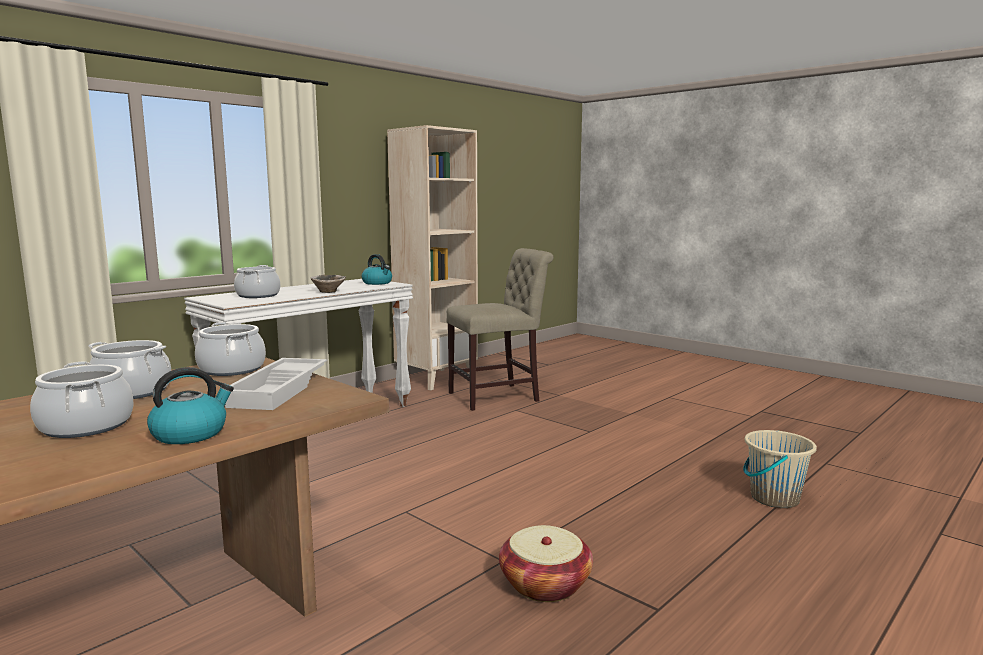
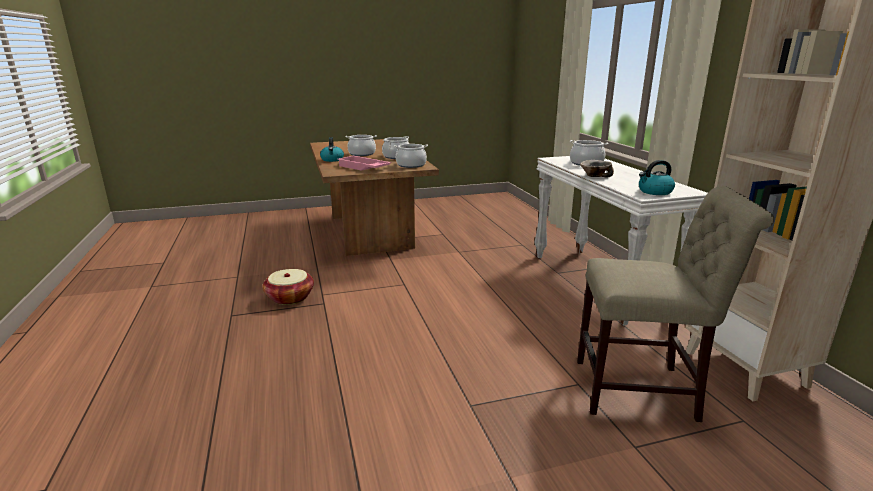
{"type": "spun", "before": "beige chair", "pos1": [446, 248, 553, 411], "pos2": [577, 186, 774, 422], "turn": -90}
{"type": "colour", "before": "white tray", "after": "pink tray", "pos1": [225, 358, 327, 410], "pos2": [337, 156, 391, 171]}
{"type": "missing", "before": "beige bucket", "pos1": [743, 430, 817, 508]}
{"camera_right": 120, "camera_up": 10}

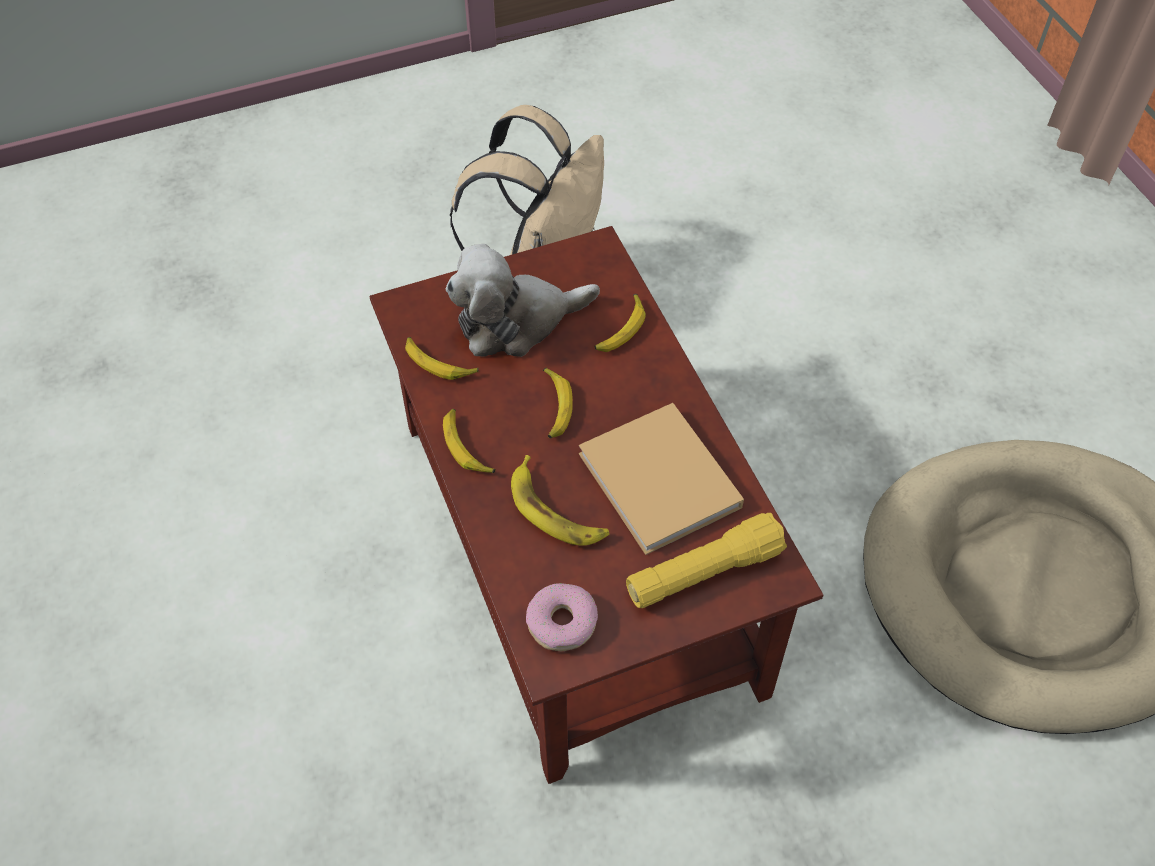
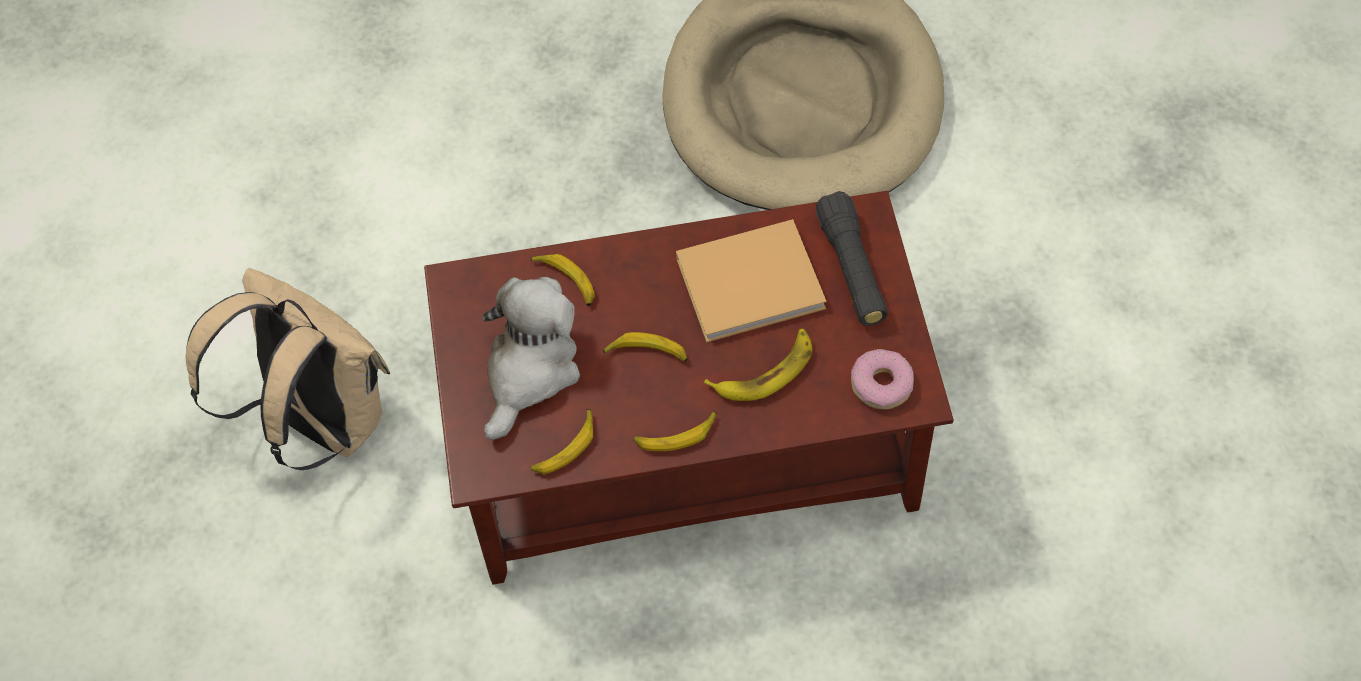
{"type": "spun", "before": "plush toy", "pos1": [446, 244, 600, 357], "pos2": [482, 277, 580, 440], "turn": -150}
{"type": "colour", "before": "yellow flashlight", "after": "black flashlight", "pos1": [626, 513, 787, 608], "pos2": [816, 191, 888, 326]}
{"camera_right": -75, "camera_up": 5}

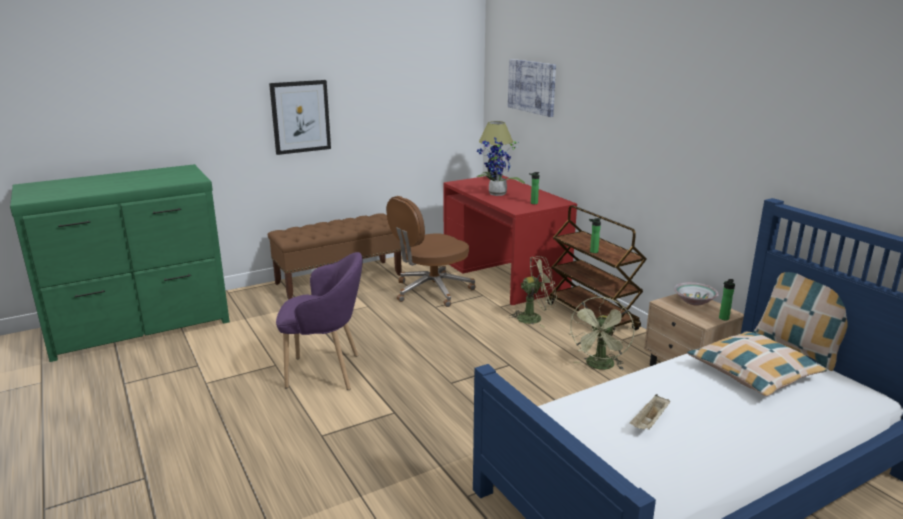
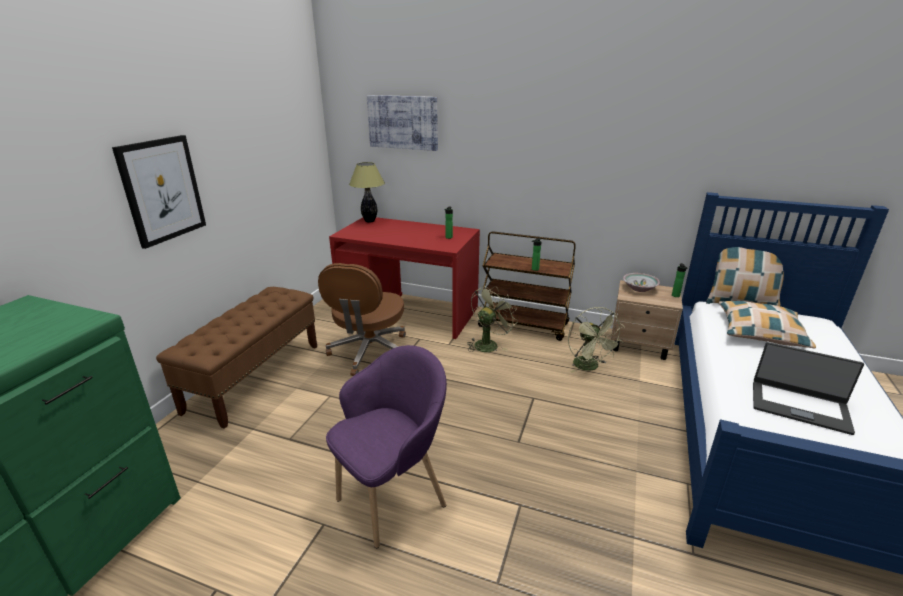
{"type": "missing", "before": "potted plant", "pos1": [476, 138, 525, 196]}
{"type": "exchanged", "before": "beige tray", "after": "laptop", "pos1": [630, 394, 671, 430], "pos2": [753, 342, 864, 435]}
{"camera_right": -40, "camera_up": 5}

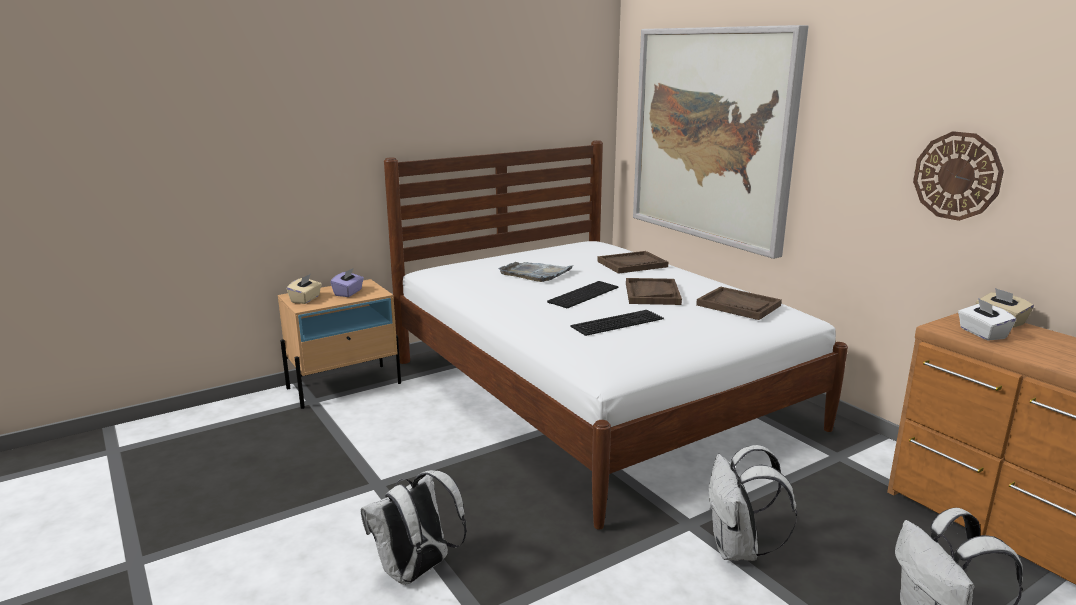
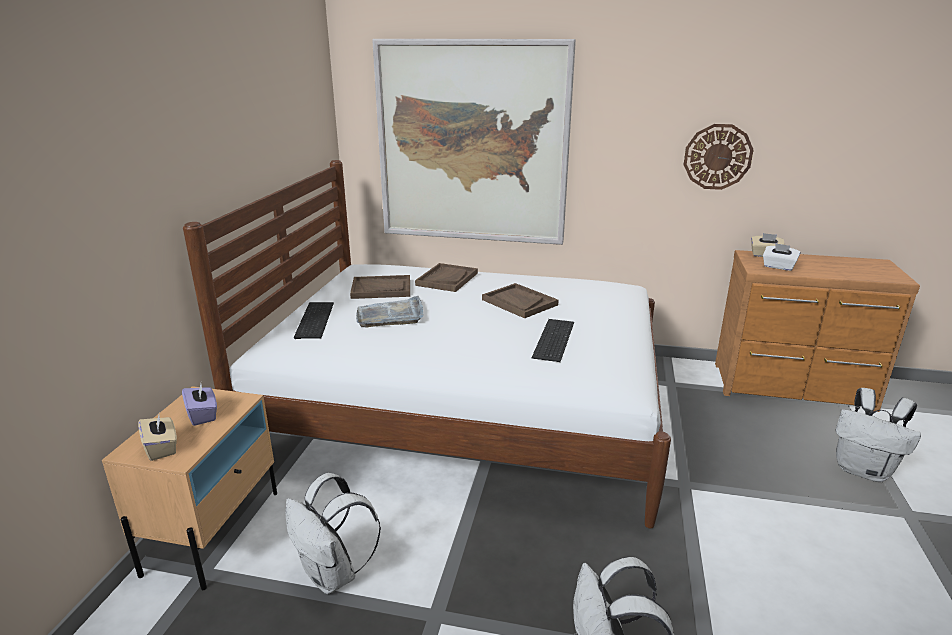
{"type": "relocated", "before": "keyboard", "pos1": [547, 281, 618, 308], "pos2": [294, 302, 334, 339]}
{"type": "relocated", "before": "brown tray", "pos1": [696, 287, 782, 320], "pos2": [350, 275, 410, 299]}
{"type": "relocated", "before": "white backpack", "pos1": [708, 445, 797, 561], "pos2": [286, 473, 381, 594]}
{"camera_right": -45, "camera_up": 5}

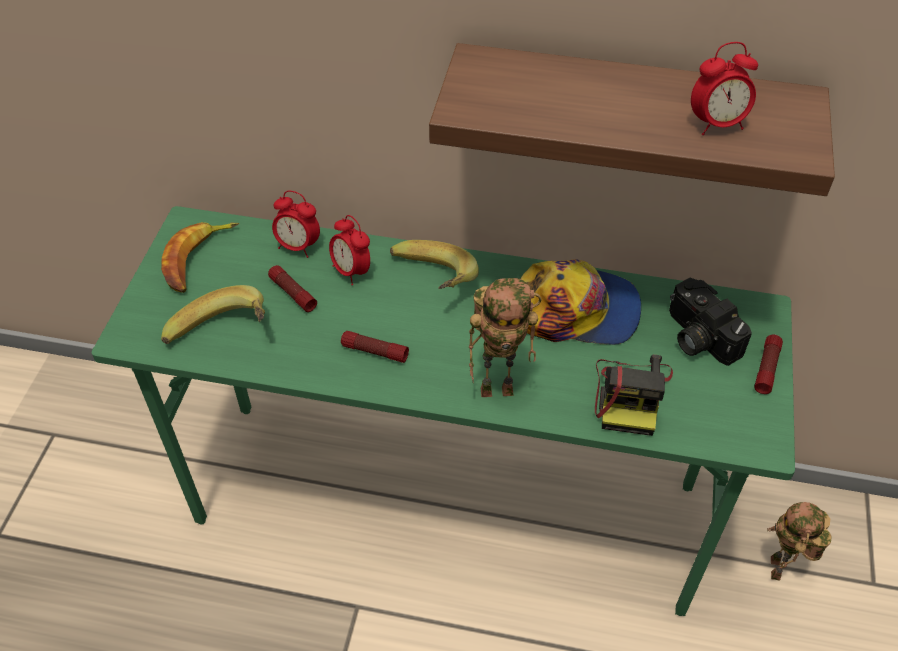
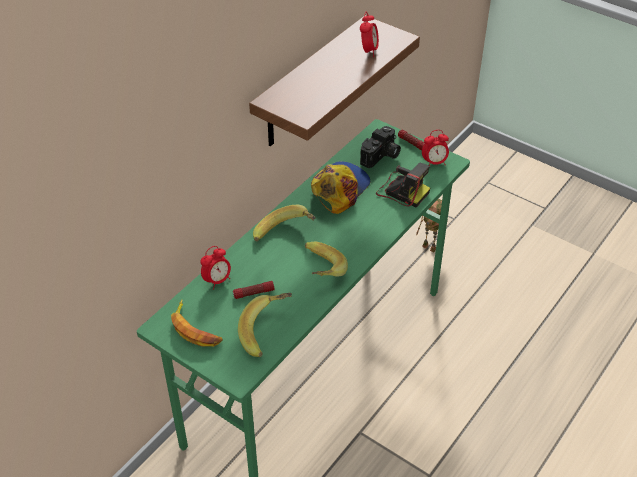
{"type": "relocated", "before": "alarm clock", "pos1": [329, 215, 370, 285], "pos2": [422, 130, 449, 165]}
{"type": "missing", "before": "toy robot", "pos1": [469, 278, 542, 397]}
{"type": "spun", "before": "photo camera", "pos1": [669, 278, 752, 366], "pos2": [360, 126, 401, 168], "turn": -45}
{"type": "exchanged", "before": "flashlight", "after": "banana", "pos1": [341, 331, 409, 363], "pos2": [305, 242, 348, 277]}
{"camera_right": -65, "camera_up": -5}

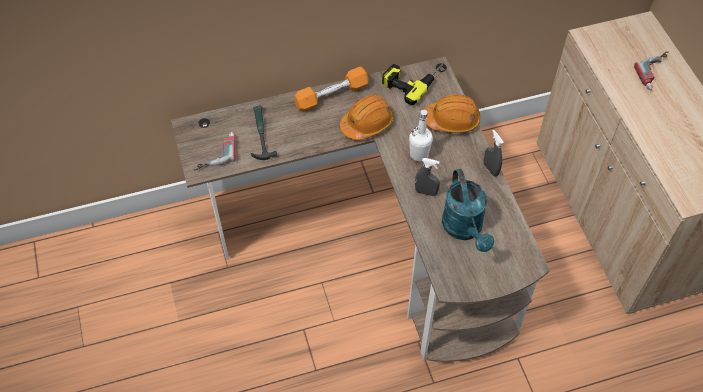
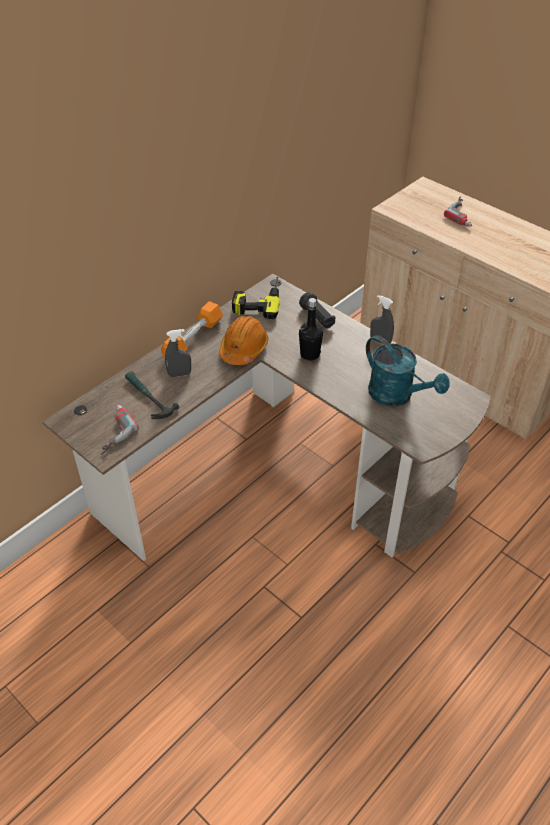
{"type": "exchanged", "before": "orange hard hat", "after": "black flashlight", "pos1": [425, 94, 481, 133], "pos2": [299, 292, 335, 328]}
{"type": "colour", "before": "white bottle", "after": "black bottle", "pos1": [409, 110, 433, 161], "pos2": [299, 298, 323, 360]}
{"type": "relocated", "before": "grey spray bottle", "pos1": [415, 158, 440, 196], "pos2": [165, 329, 191, 377]}
{"camera_right": -30, "camera_up": -10}

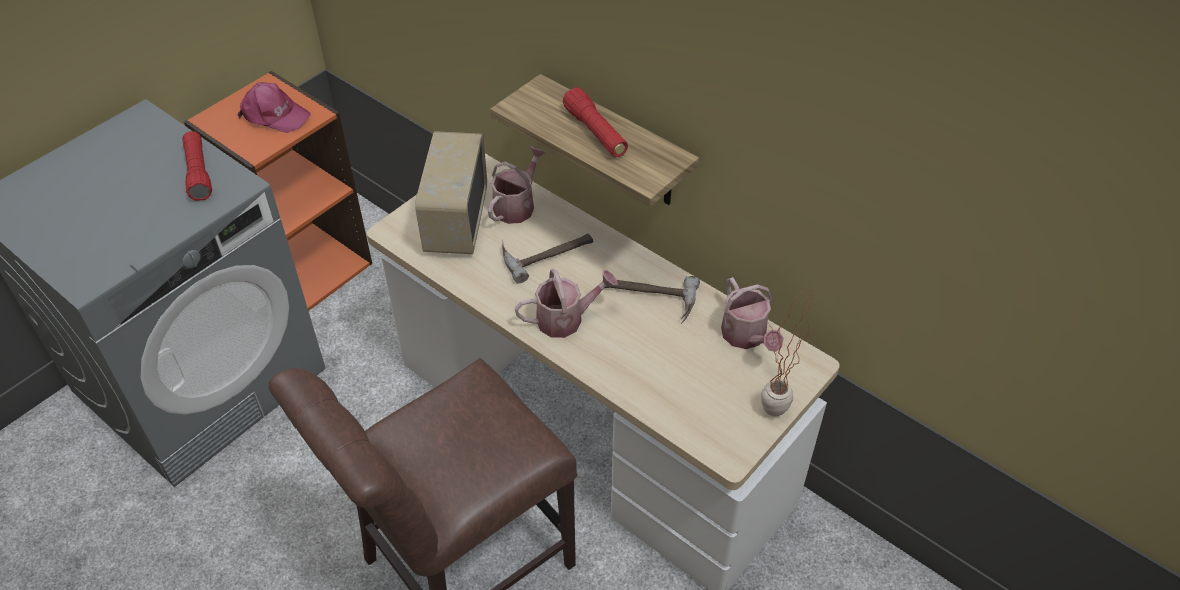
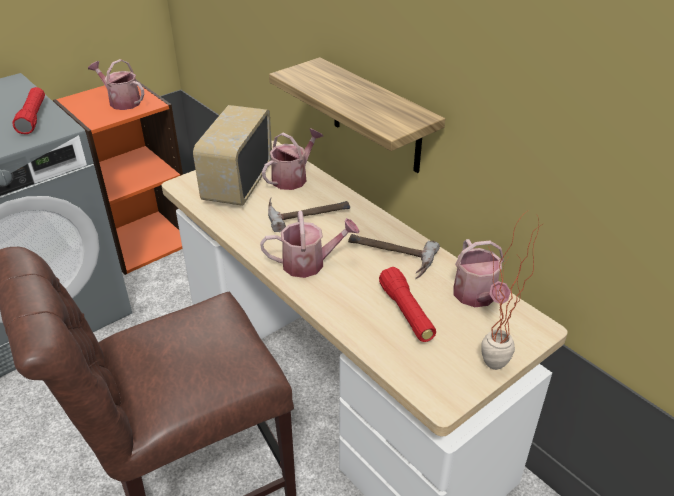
{"type": "exchanged", "before": "pink cap", "after": "watering can", "pos1": [237, 82, 311, 133], "pos2": [88, 59, 145, 110]}
{"type": "relocated", "before": "red flashlight", "pos1": [563, 87, 628, 157], "pos2": [379, 267, 436, 342]}
{"camera_right": 10, "camera_up": -10}

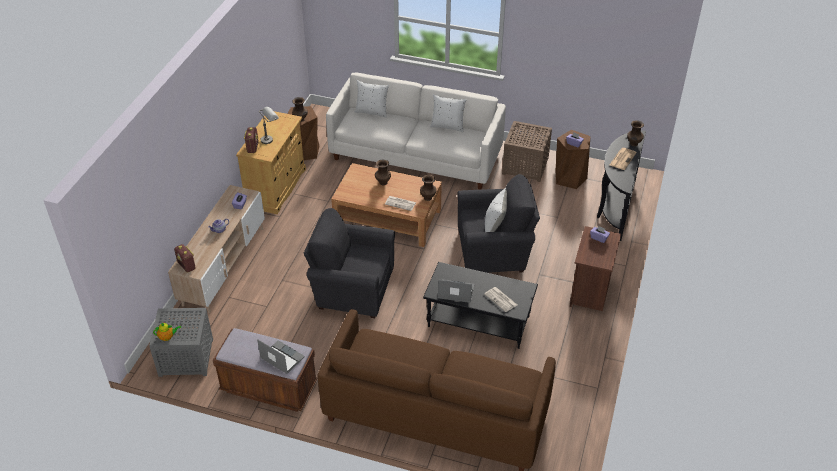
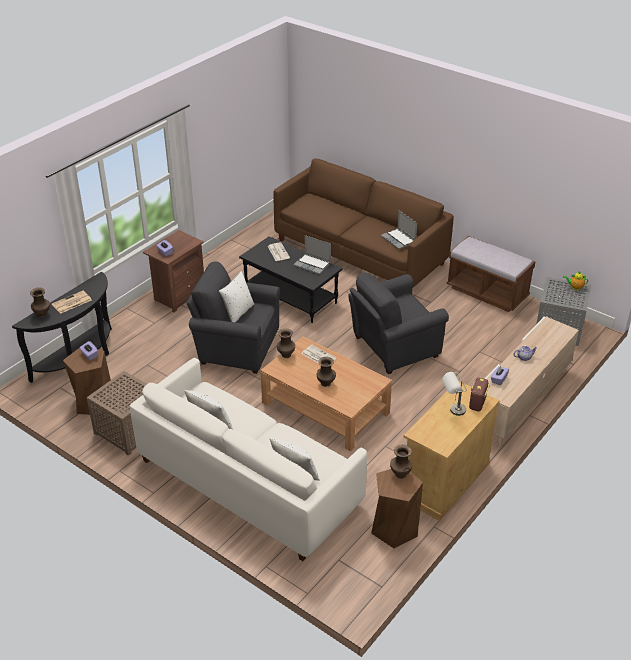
{"type": "spun", "before": "grey armchair", "pos1": [304, 208, 395, 318], "pos2": [348, 272, 449, 374], "turn": 120}
{"type": "missing", "before": "radio", "pos1": [174, 244, 196, 272]}
{"type": "relocated", "before": "laptop", "pos1": [257, 339, 305, 374], "pos2": [381, 210, 417, 249]}
{"camera_right": -160, "camera_up": -5}

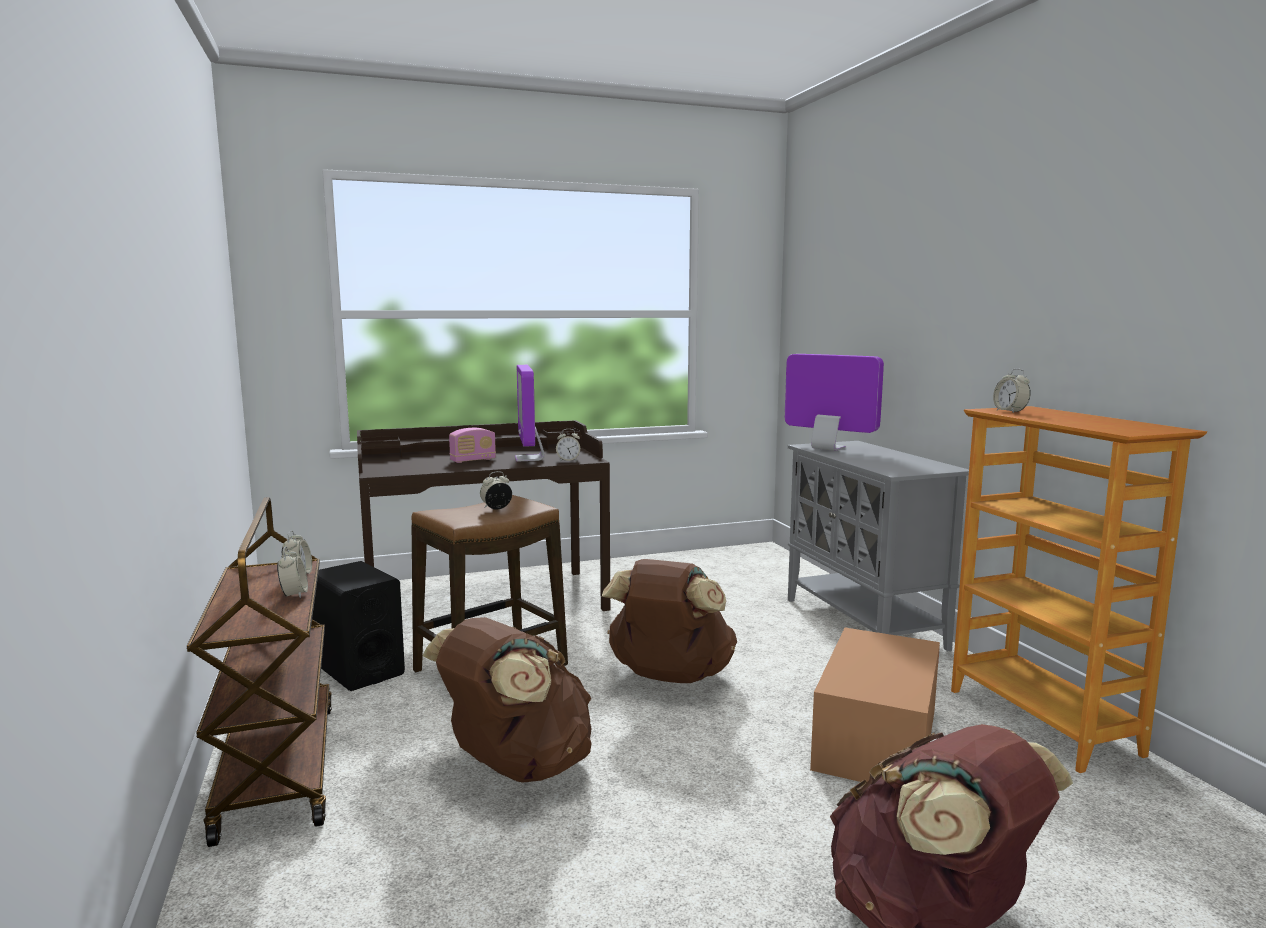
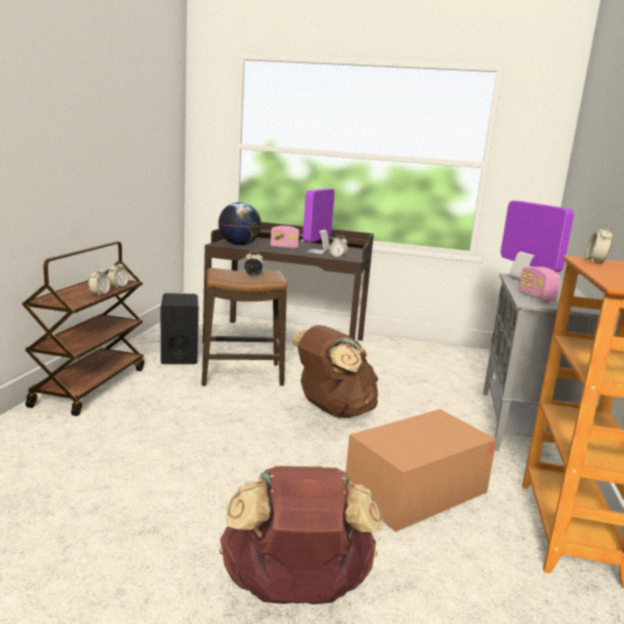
{"type": "missing", "before": "brown backpack", "pos1": [422, 617, 592, 783]}
{"type": "appeared", "after": "globe", "pos2": [218, 202, 261, 245]}
{"type": "appeared", "after": "radio", "pos2": [519, 267, 561, 302]}
{"camera_right": 30, "camera_up": 5}

